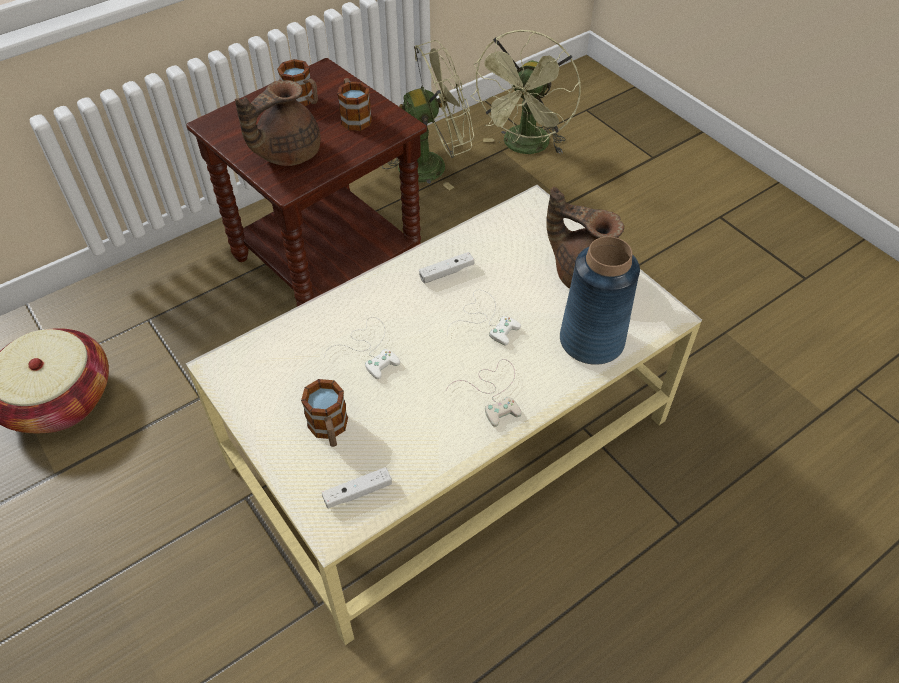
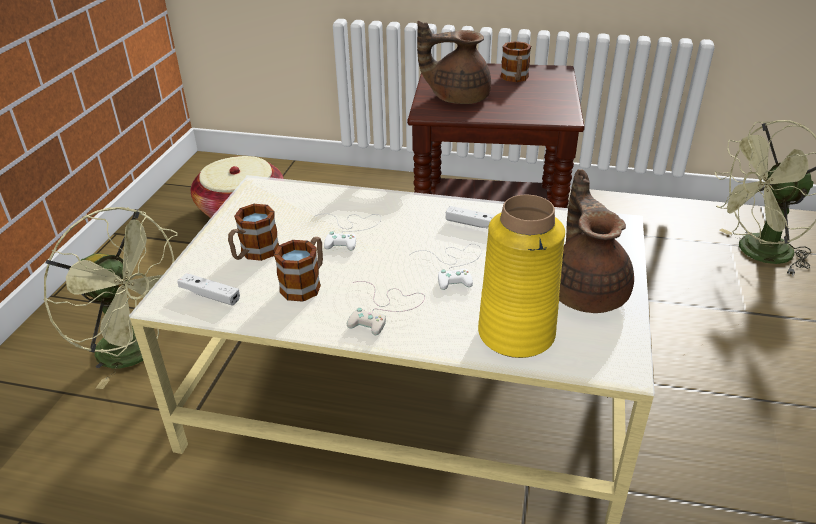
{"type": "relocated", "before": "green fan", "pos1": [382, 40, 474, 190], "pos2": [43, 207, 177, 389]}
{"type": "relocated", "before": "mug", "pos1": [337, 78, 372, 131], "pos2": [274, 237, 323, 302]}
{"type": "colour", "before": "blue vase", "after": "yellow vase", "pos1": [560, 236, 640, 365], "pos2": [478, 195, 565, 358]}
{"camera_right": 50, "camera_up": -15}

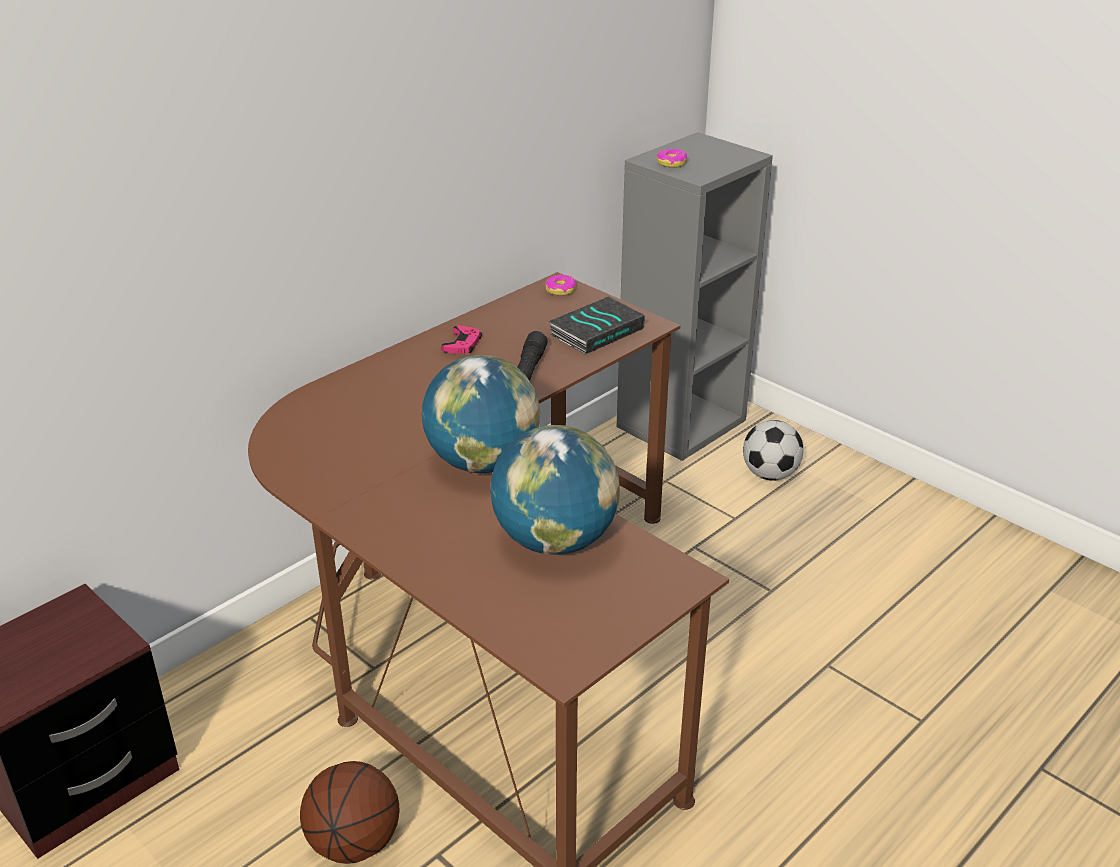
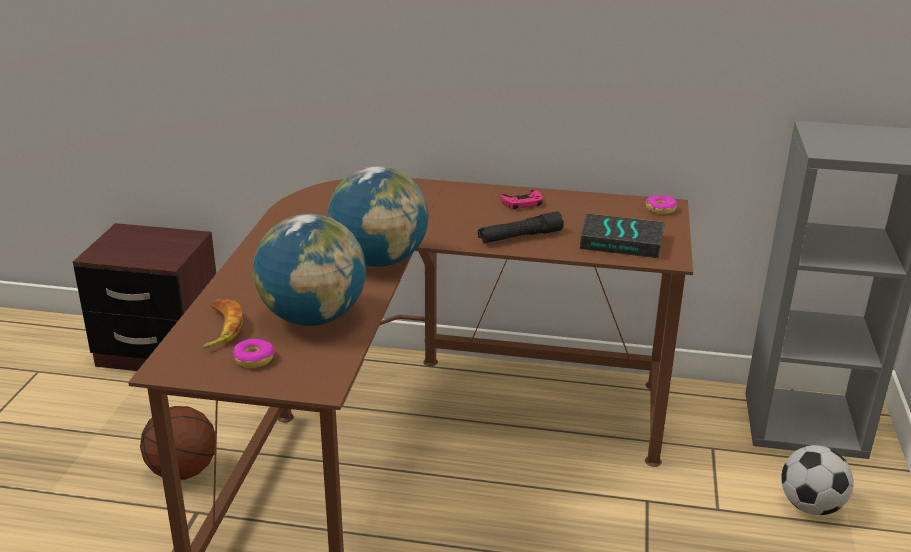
{"type": "relocated", "before": "donut", "pos1": [657, 149, 687, 168], "pos2": [233, 339, 274, 368]}
{"type": "appeared", "after": "banana", "pos2": [202, 299, 243, 349]}
{"camera_right": 55, "camera_up": -5}

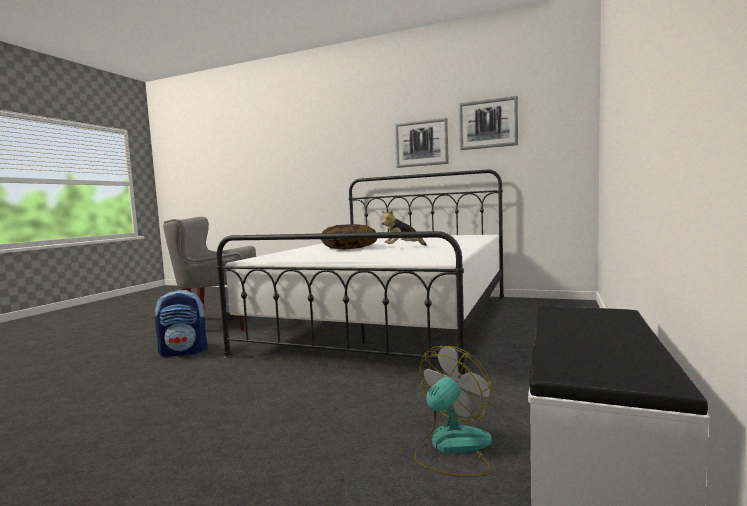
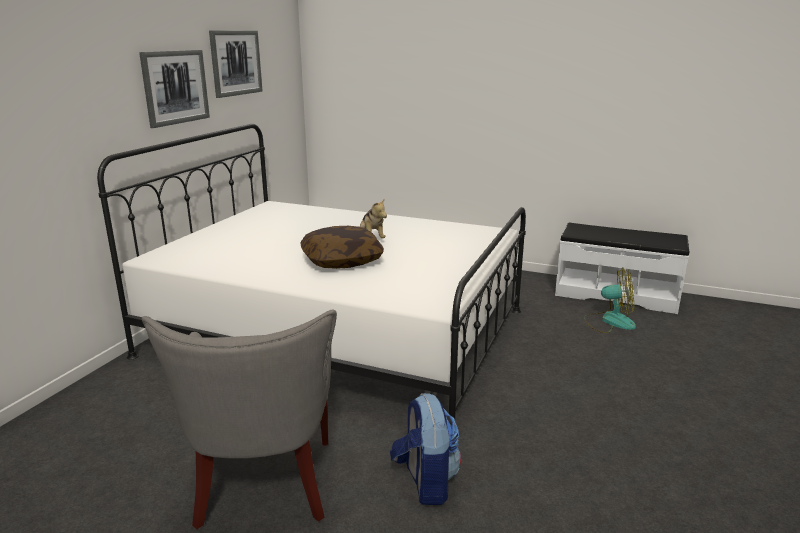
{"type": "spun", "before": "fan", "pos1": [414, 346, 492, 477], "pos2": [584, 267, 636, 333], "turn": 150}
{"camera_right": -90, "camera_up": 15}

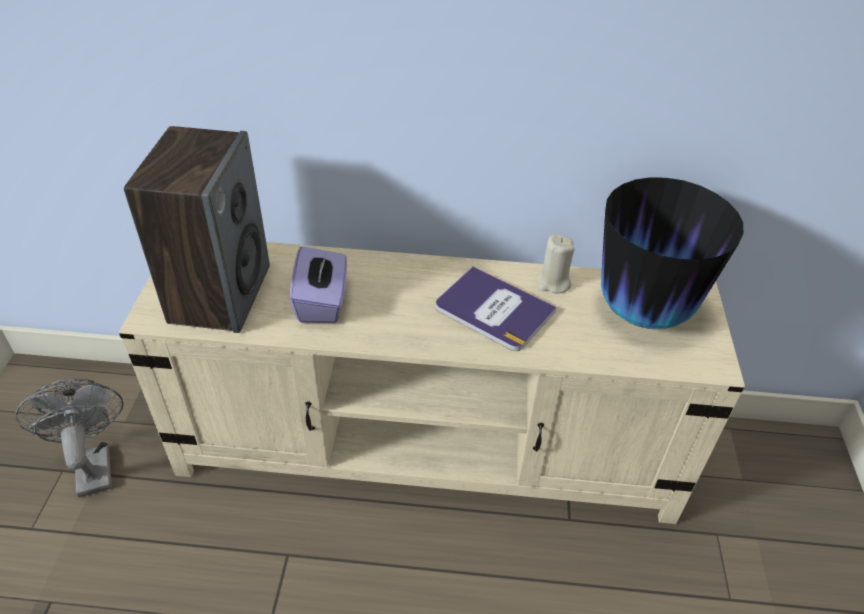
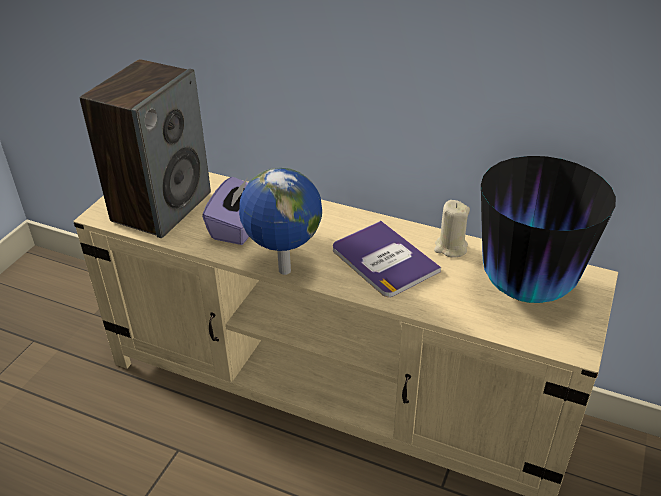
{"type": "missing", "before": "grey fan", "pos1": [15, 378, 123, 497]}
{"type": "appeared", "after": "globe", "pos2": [239, 168, 322, 275]}
{"camera_right": 20, "camera_up": -5}

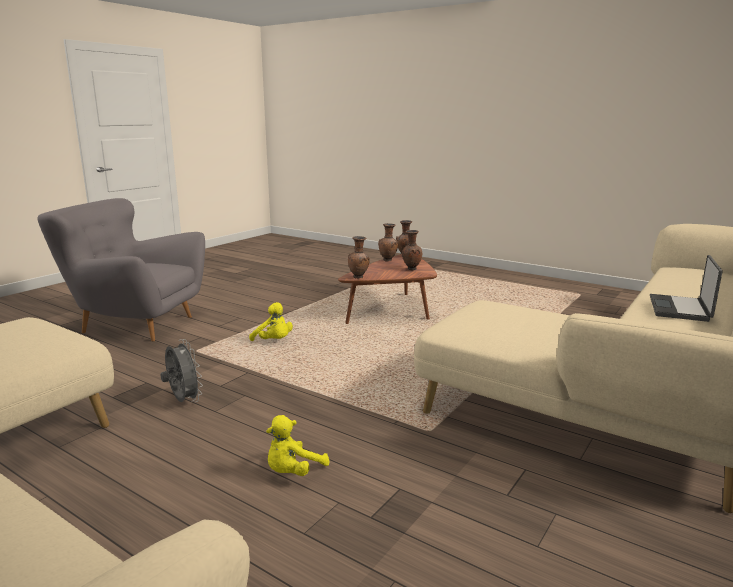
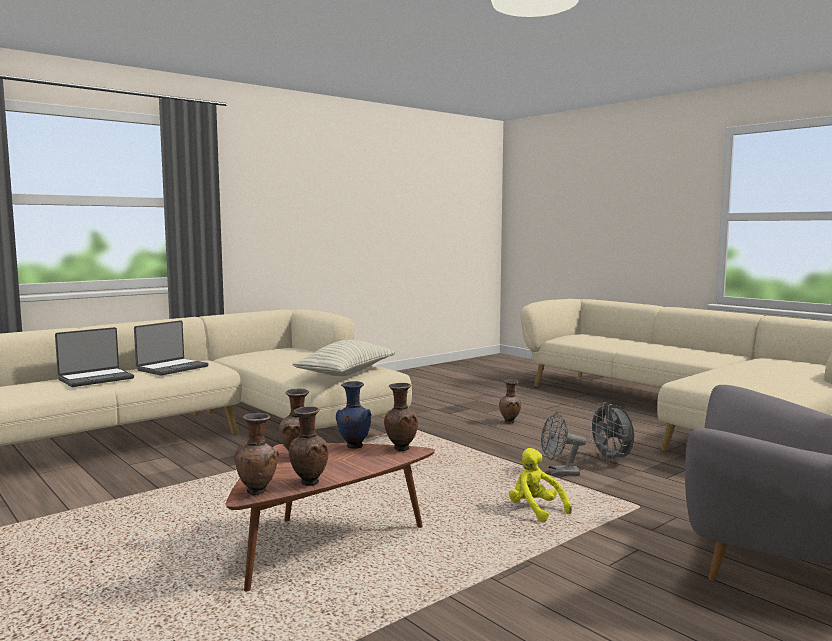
{"type": "exchanged", "before": "yellow plush toy", "after": "brown vase", "pos1": [266, 415, 329, 476], "pos2": [499, 380, 521, 423]}
{"type": "appeared", "after": "laptop", "pos2": [55, 327, 134, 387]}
{"type": "appeared", "after": "pillow", "pos2": [292, 340, 395, 376]}
{"type": "appeared", "after": "blue vase", "pos2": [336, 381, 371, 449]}
{"type": "appeared", "after": "grey fan", "pos2": [541, 412, 586, 476]}
{"camera_right": -165, "camera_up": -10}

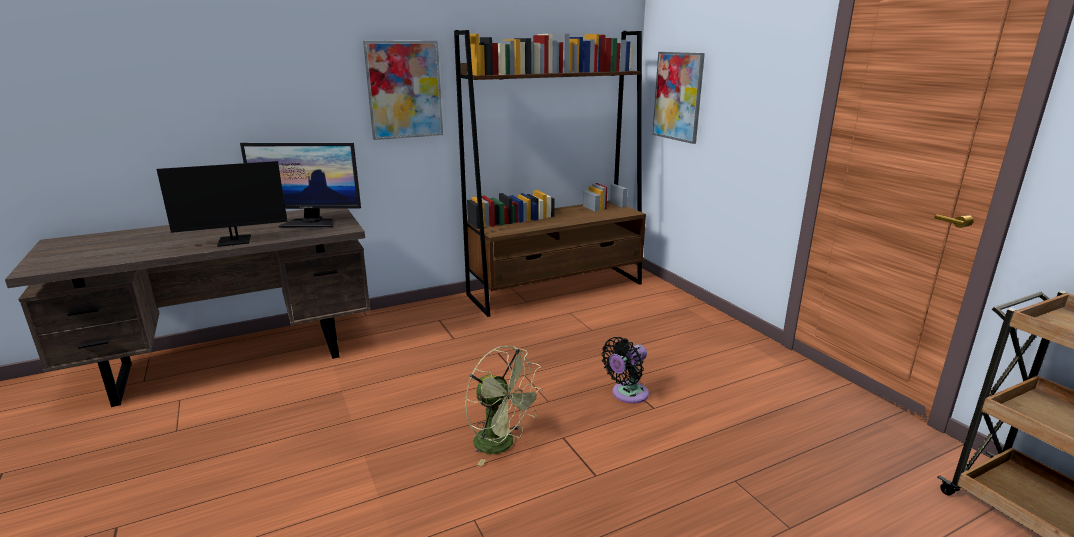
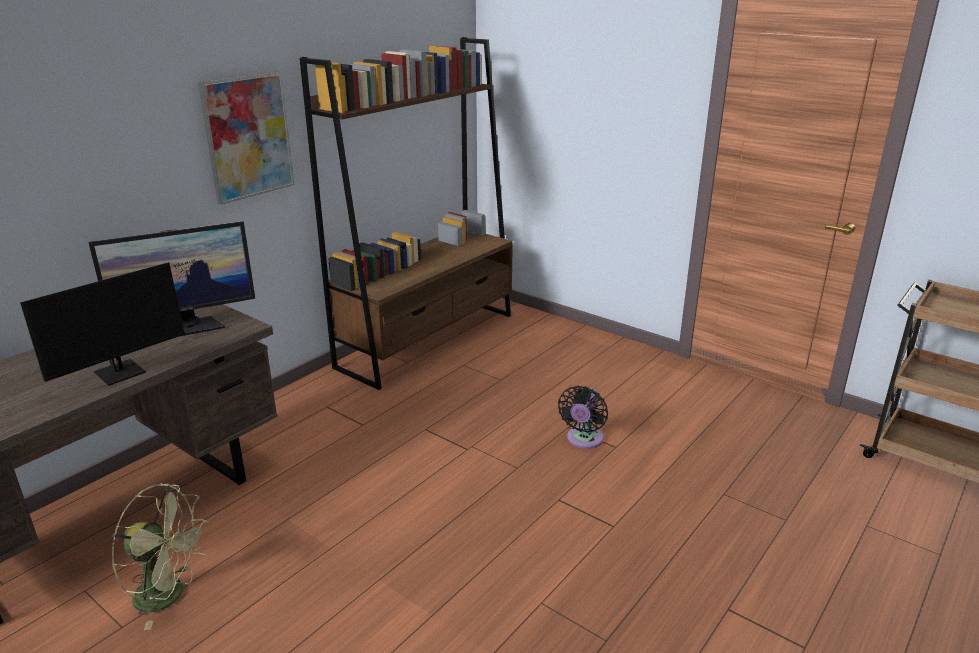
{"type": "missing", "before": "picture", "pos1": [652, 52, 705, 144]}
{"type": "relocated", "before": "green fan", "pos1": [465, 346, 544, 466], "pos2": [112, 483, 209, 630]}
{"camera_right": -25, "camera_up": 5}

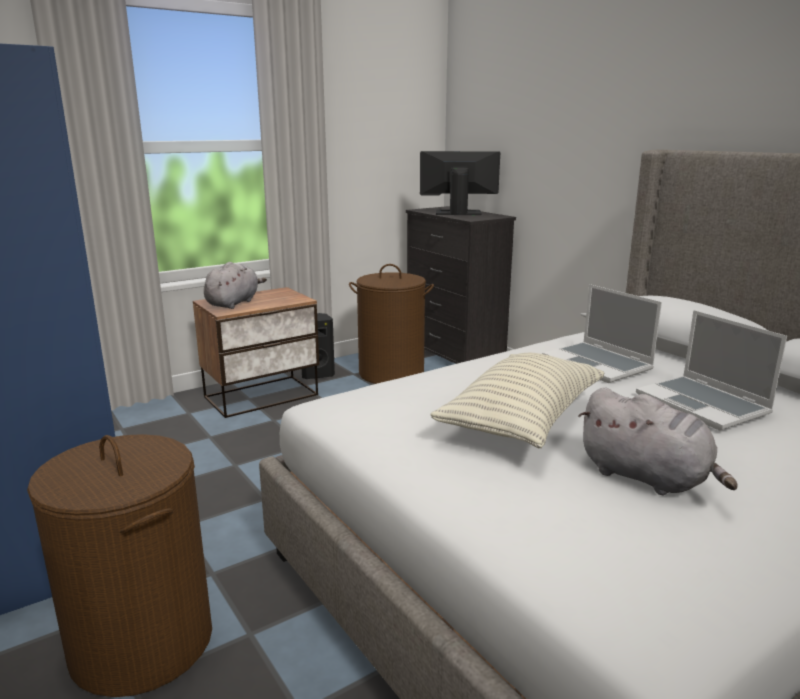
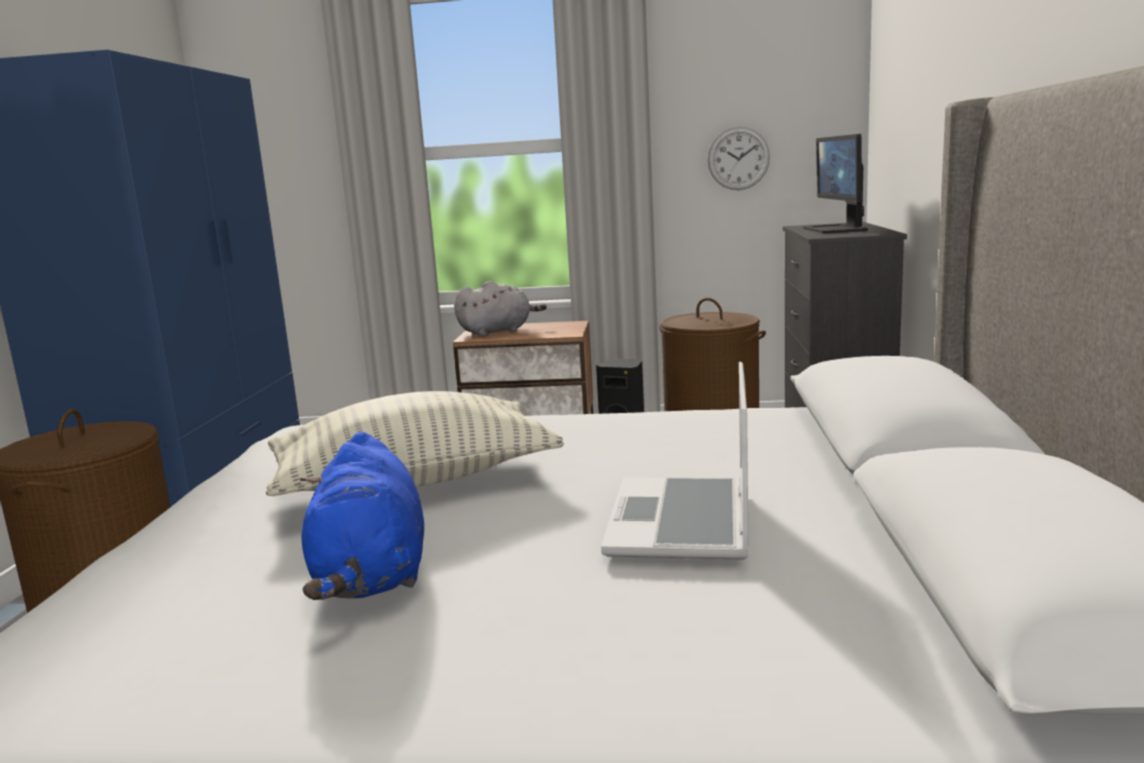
{"type": "spun", "before": "monitor", "pos1": [420, 151, 500, 215], "pos2": [803, 134, 868, 234], "turn": -135}
{"type": "missing", "before": "laptop", "pos1": [542, 284, 662, 383]}
{"type": "colour", "before": "grey plush toy", "after": "blue plush toy", "pos1": [578, 388, 738, 495], "pos2": [300, 431, 424, 600]}
{"type": "appeared", "after": "wall clock", "pos2": [708, 127, 770, 190]}
{"camera_right": 40, "camera_up": -5}

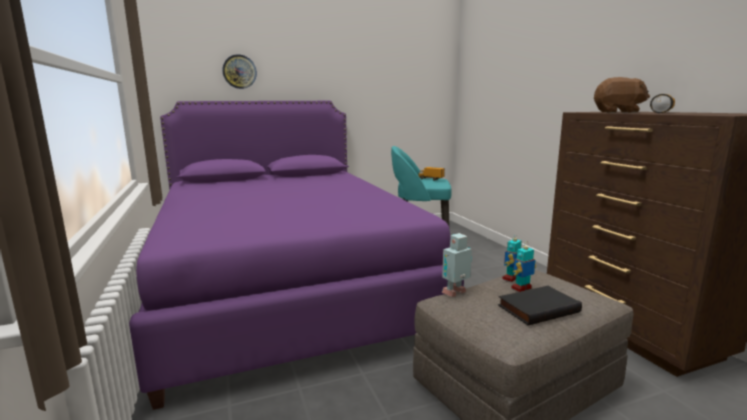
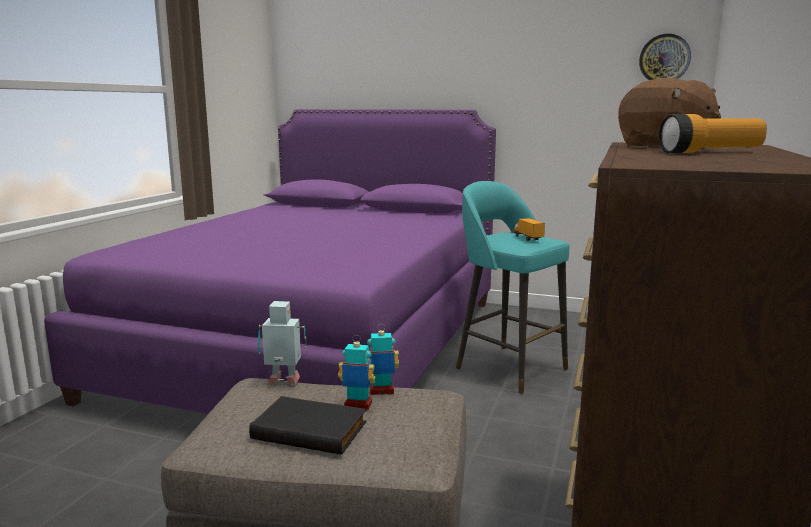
{"type": "relocated", "before": "wall clock", "pos1": [222, 54, 257, 89], "pos2": [639, 33, 691, 80]}
{"camera_right": 40, "camera_up": 0}

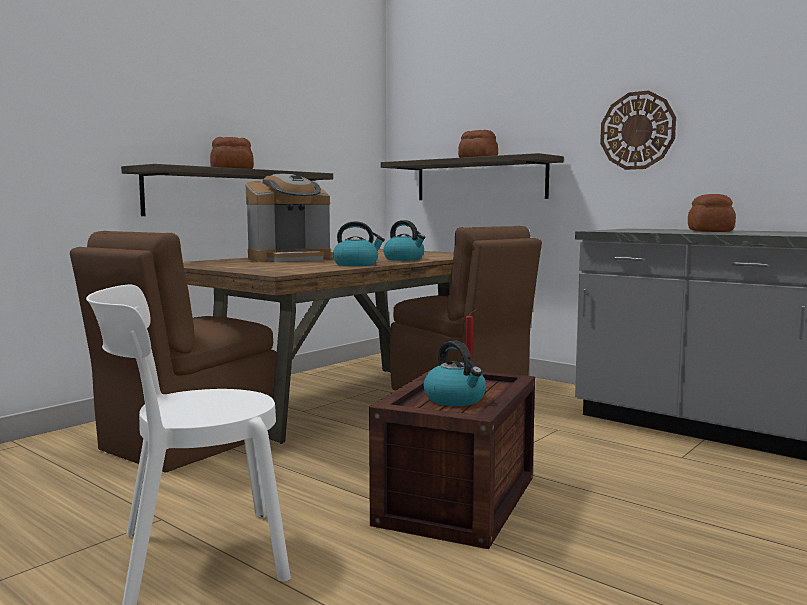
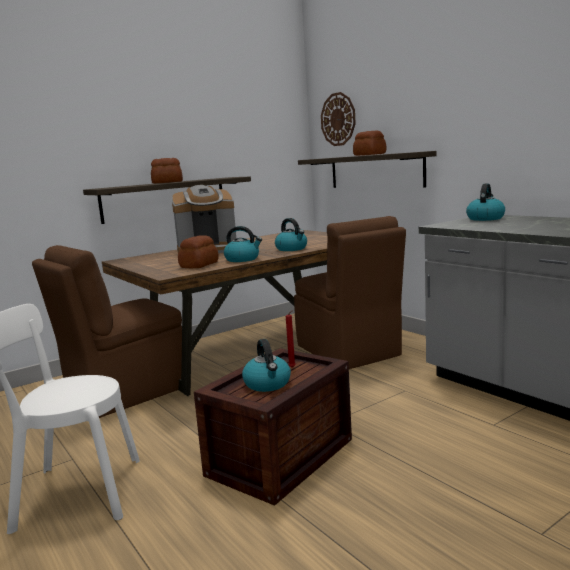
{"type": "relocated", "before": "wall clock", "pos1": [600, 90, 676, 170], "pos2": [321, 92, 356, 146]}
{"type": "relocated", "before": "bread", "pos1": [688, 194, 736, 232], "pos2": [178, 235, 218, 268]}
{"type": "appeared", "after": "kettle", "pos2": [466, 183, 505, 221]}
{"camera_right": 15, "camera_up": 5}

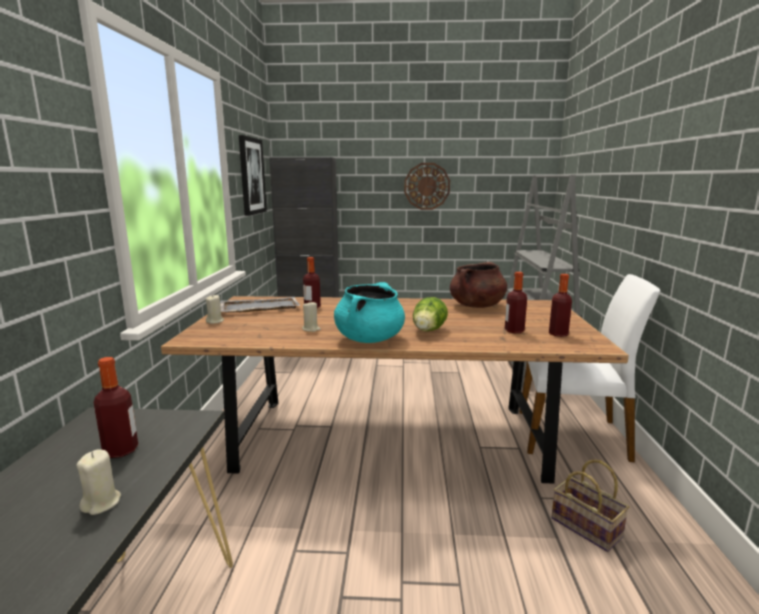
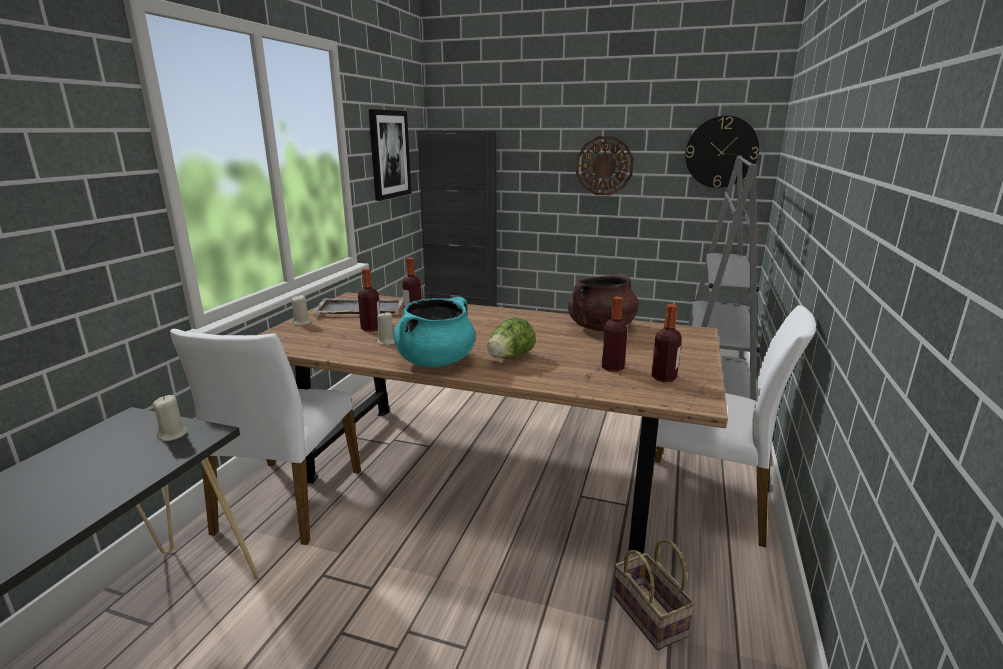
{"type": "relocated", "before": "bottle", "pos1": [94, 357, 138, 458], "pos2": [358, 268, 380, 332]}
{"type": "relocated", "before": "beige candle", "pos1": [77, 450, 121, 515], "pos2": [153, 395, 188, 441]}
{"type": "appeared", "after": "wall clock", "pos2": [685, 116, 759, 188]}
{"type": "appeared", "after": "white chair", "pos2": [170, 329, 361, 545]}
{"camera_right": 15, "camera_up": 5}

